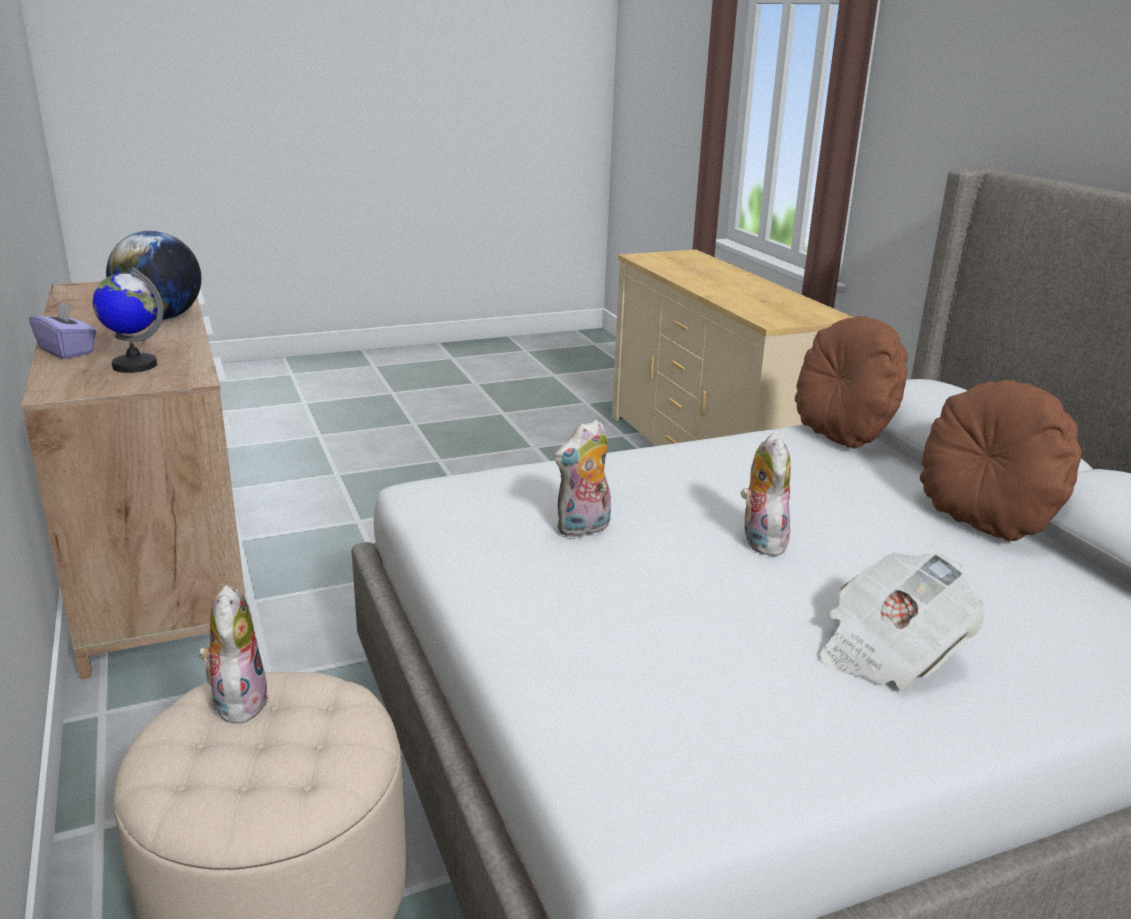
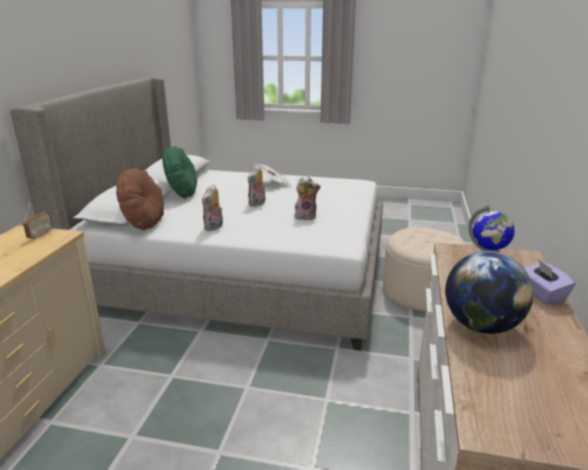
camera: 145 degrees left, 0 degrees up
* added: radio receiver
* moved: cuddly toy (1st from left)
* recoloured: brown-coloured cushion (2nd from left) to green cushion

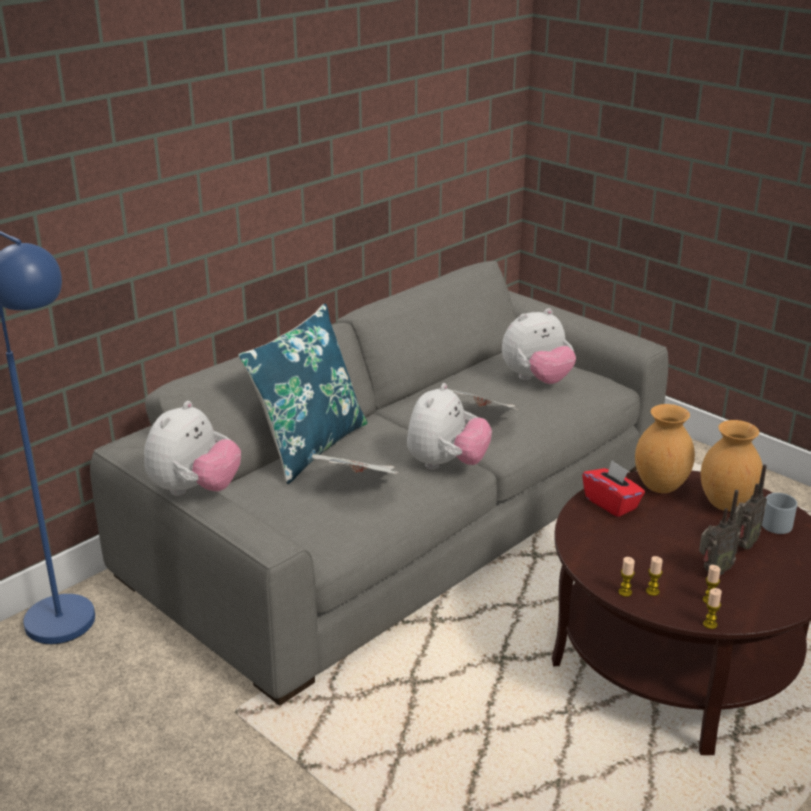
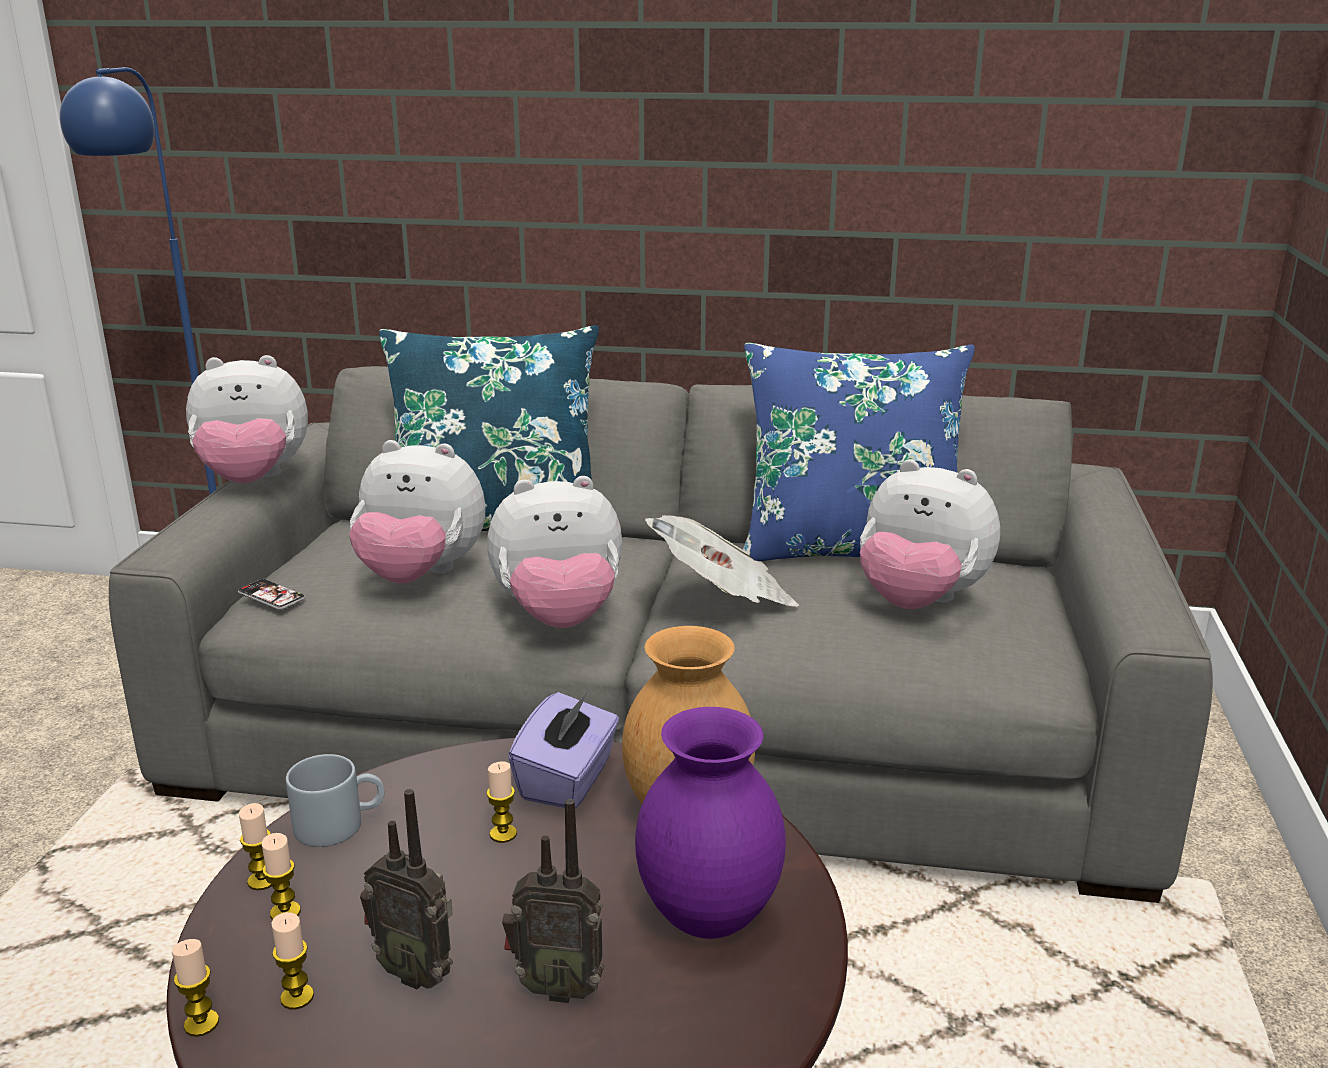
camera: 55 degrees right, 5 degrees down
* added: telephone
* added: wax candle (5th from left)
* added: blue-coloured cushion (2nd from left)
* moved: gray coffee mug
* replaced: daily paper (1st from left) to cuddly toy (2nd from left)
* recoloured: red tissue holder to purplish tissue holder
* recoloured: brown-coloured vase (2nd from left) to purplish vase

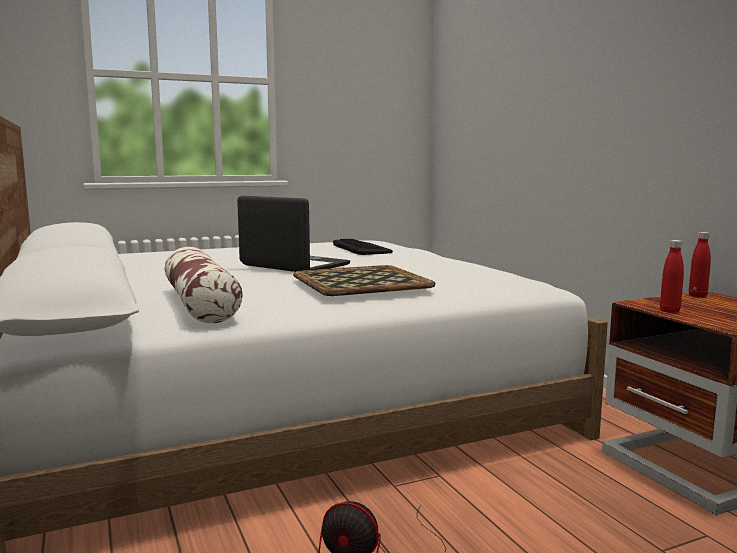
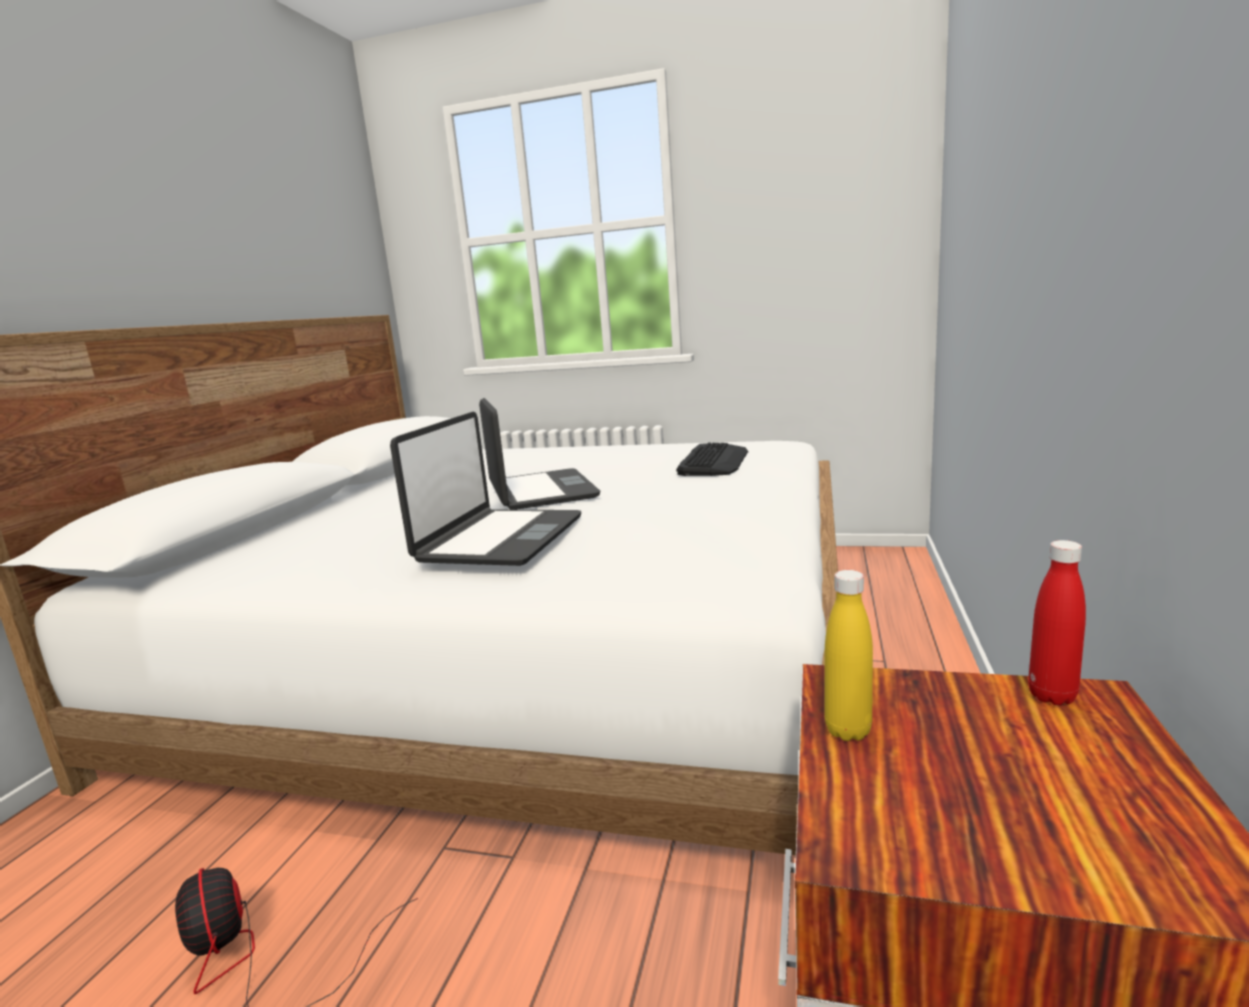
camera: 40 degrees right, 5 degrees up
* removed: cushion
* replaced: carrying tray to laptop (1st from left)
* recoloured: red bottle (1st from left) to yellow-coloured bottle

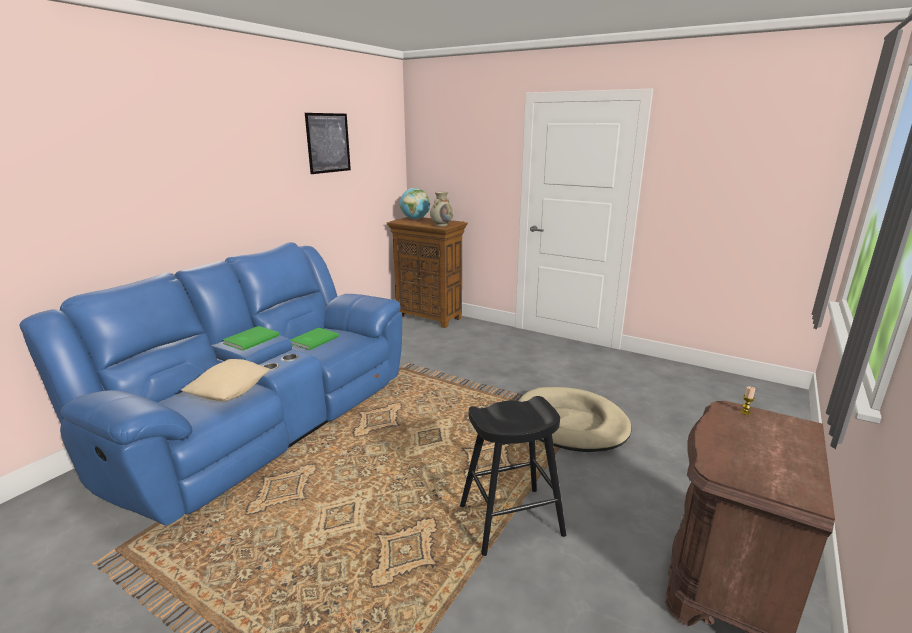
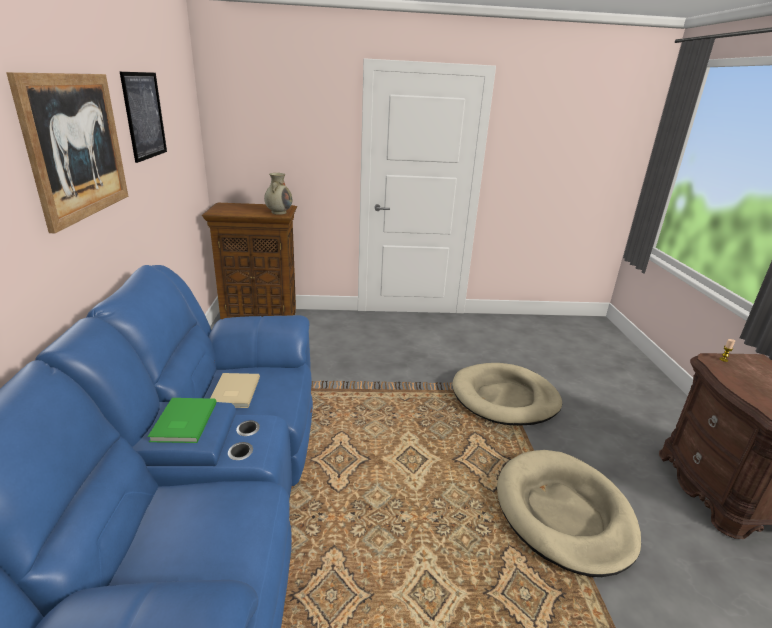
camera: 35 degrees left, 5 degrees up
* removed: beige cushion
* removed: desk globe
* added: picture (1st from left)
* replaced: blackish stool to beige dog bed (2nd from left)
* recoloured: green bound book (2nd from left) to beige bound book

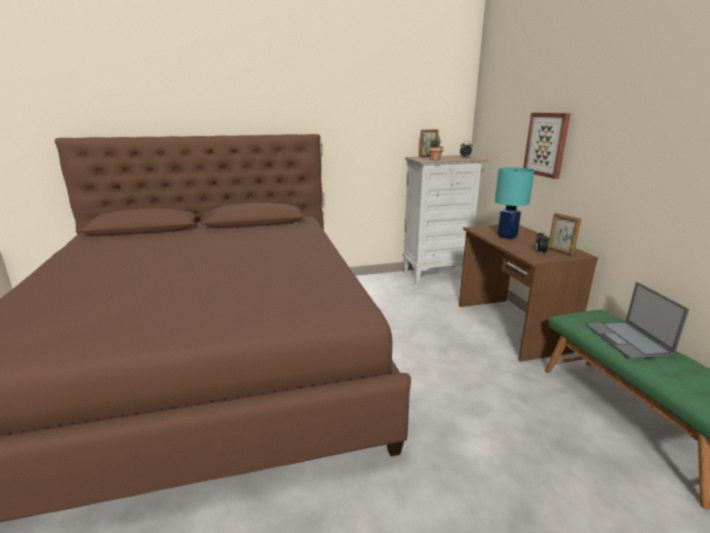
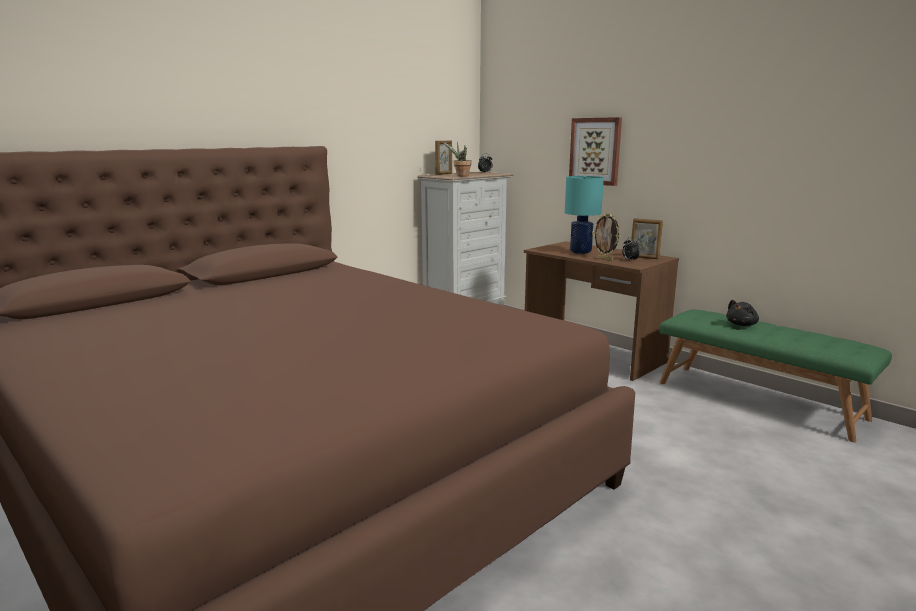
camera: 30 degrees left, 5 degrees down
* added: standing frame (2nd from left)
* replaced: laptop to blackish cuddly toy

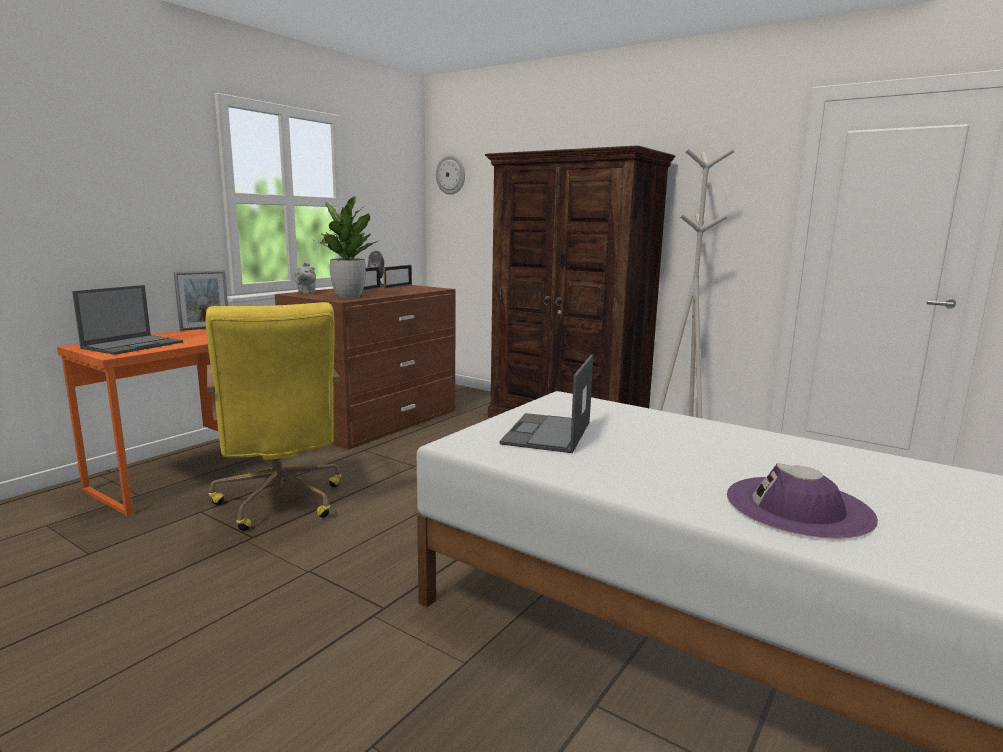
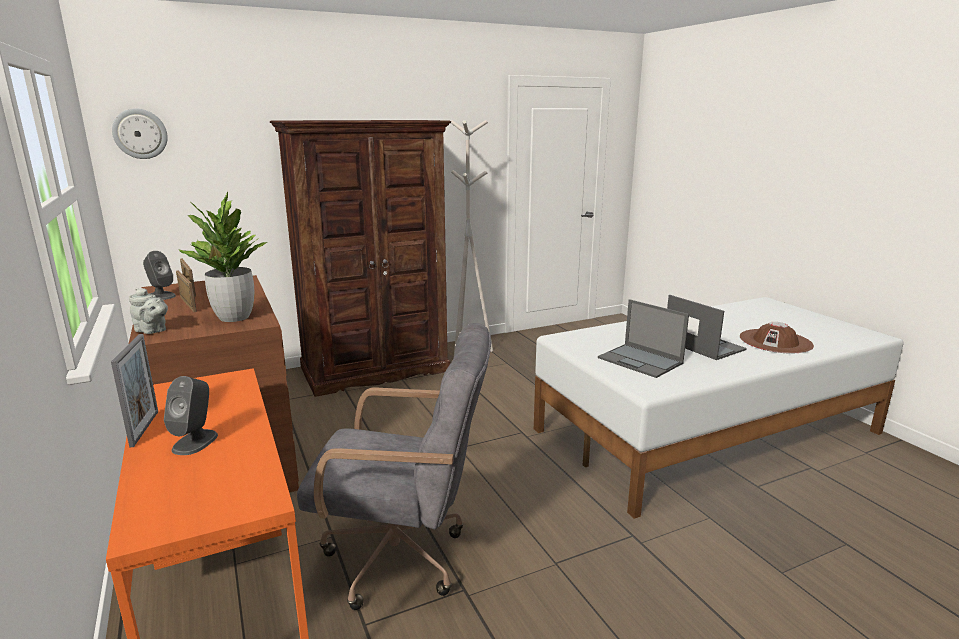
camera: 60 degrees left, 5 degrees up
* added: gray loudspeaker (2nd from left)
* moved: laptop (1st from left in the first image) to laptop (2nd from left)
* recoloured: yellow-coloured office chair to gray office chair
* recoloured: purplish wearable hat to brown-coloured wearable hat

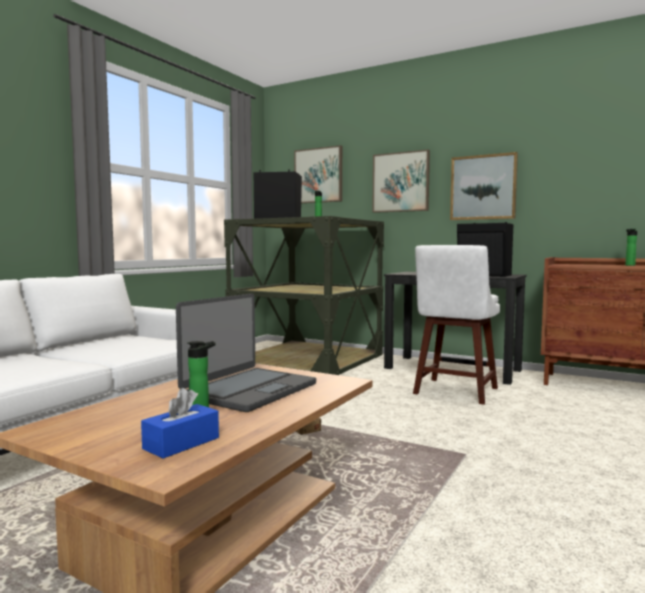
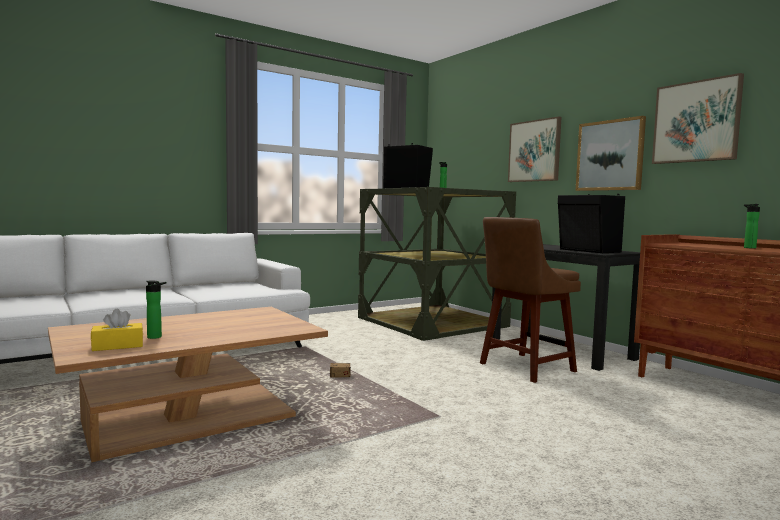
camera: 25 degrees right, 0 degrees up
* removed: laptop
* moved: picture (1st from left in the first image) to picture (3rd from left)
* recoloured: blue-coloured tissue holder to yellow-coloured tissue holder
* recoloured: white-coloured chair to brown-coloured chair

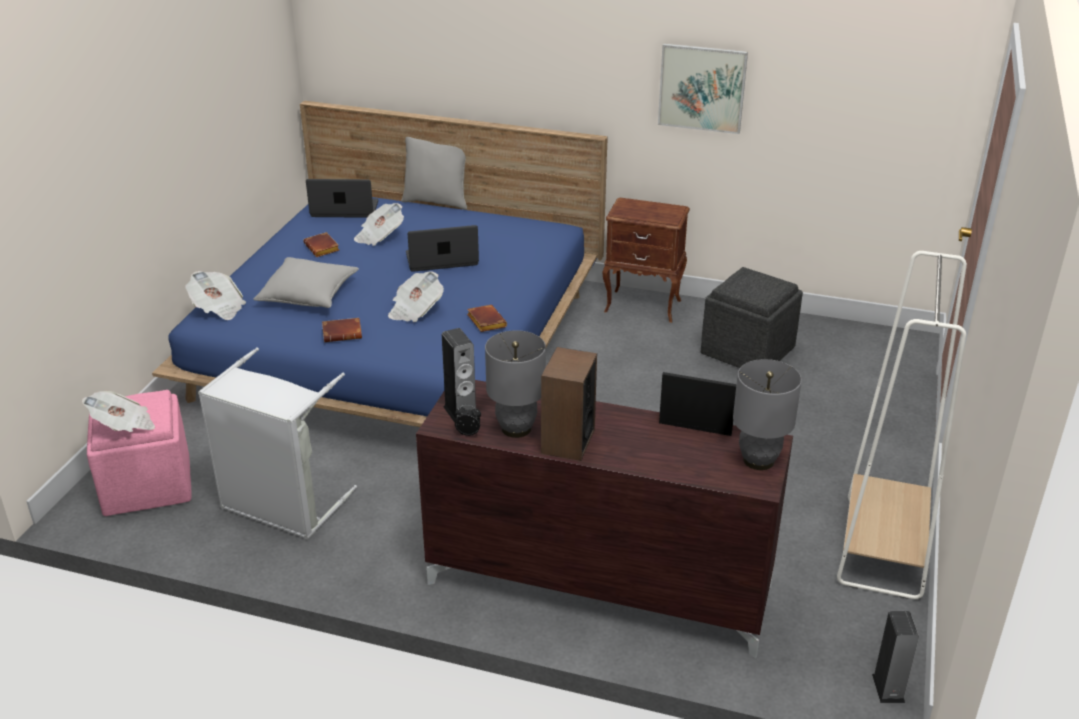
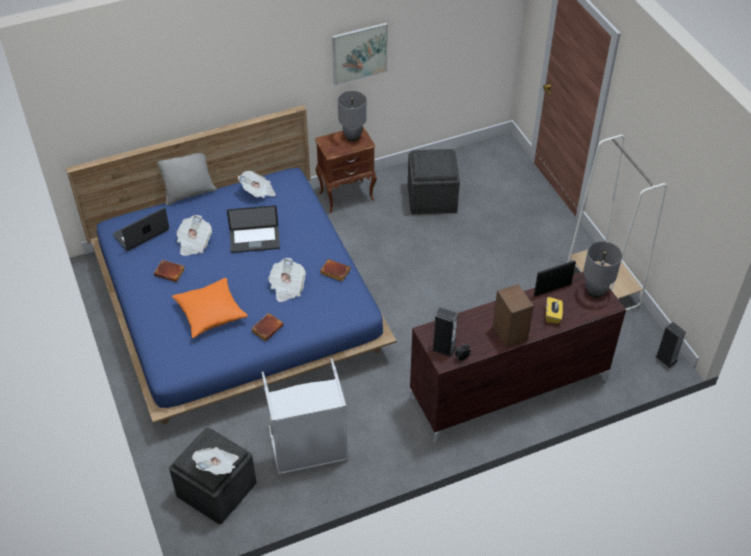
camera: 40 degrees left, 15 degrees up
* added: yellow-coloured tissue holder
* moved: daily paper (2nd from left in the first image) to daily paper (3rd from left)
* moved: gray lamp for a table (1st from left)
* recoloured: pink-coloured footrest to gray footrest (1st from left)
* recoloured: gray cushion (1st from left) to orange cushion
* turned: laptop (2nd from left) 135 degrees counterclockwise

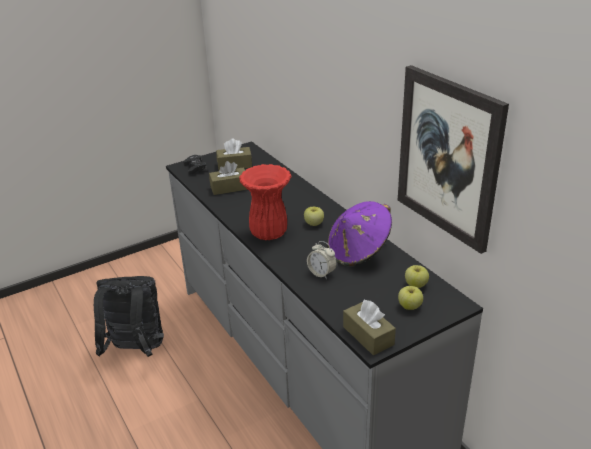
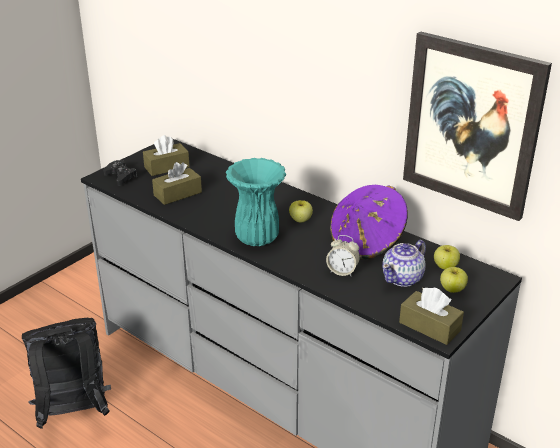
camera: 20 degrees left, 0 degrees up
* added: teapot
* recoloured: red vase to turquoise vase

